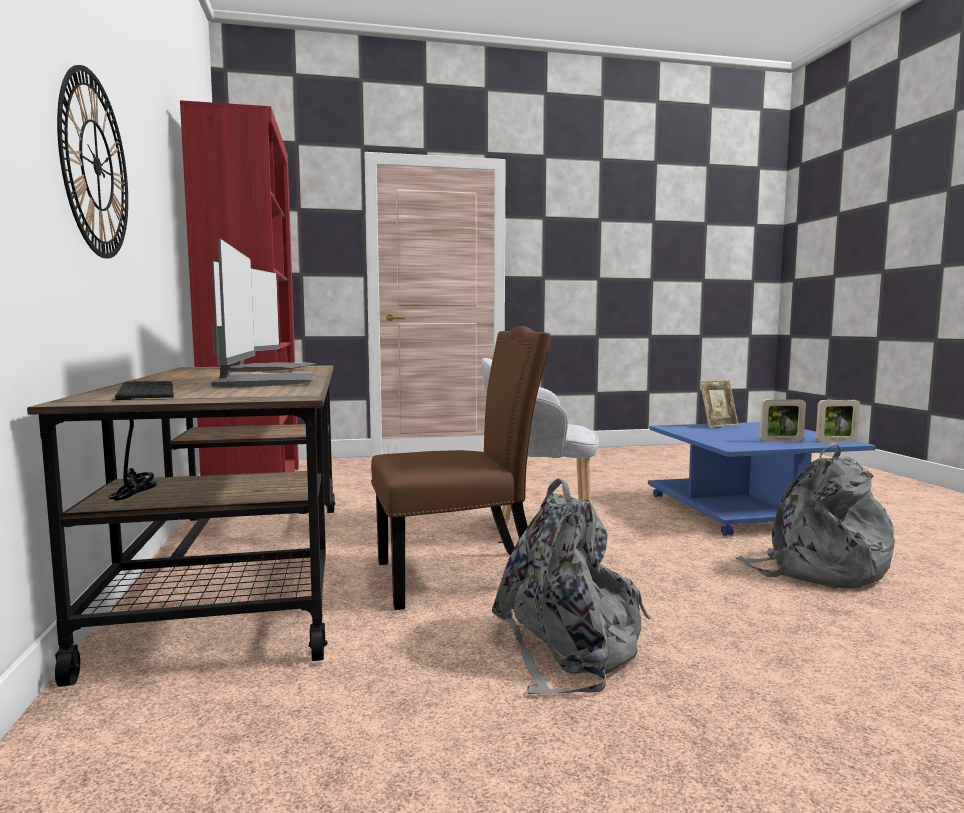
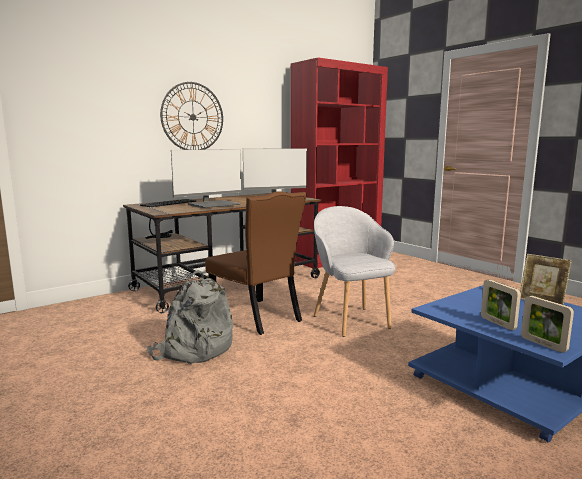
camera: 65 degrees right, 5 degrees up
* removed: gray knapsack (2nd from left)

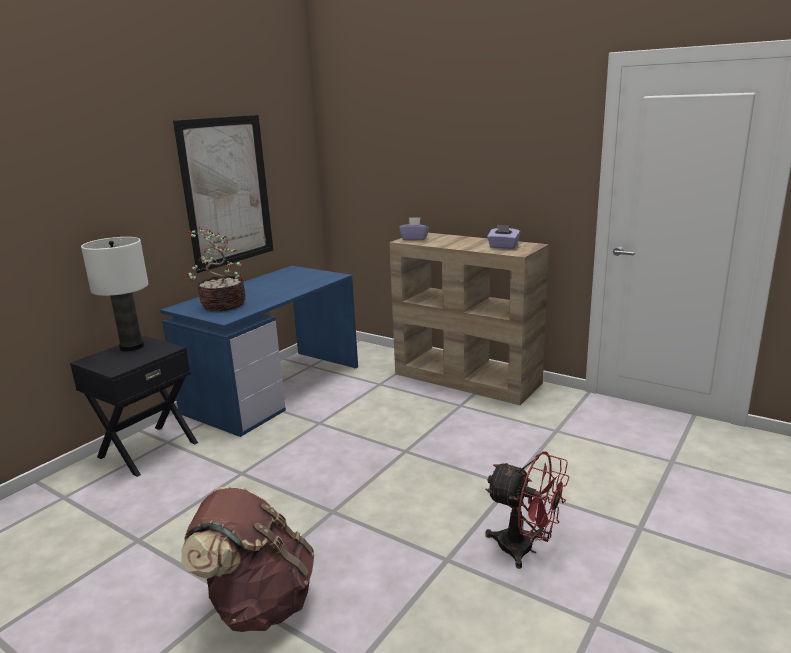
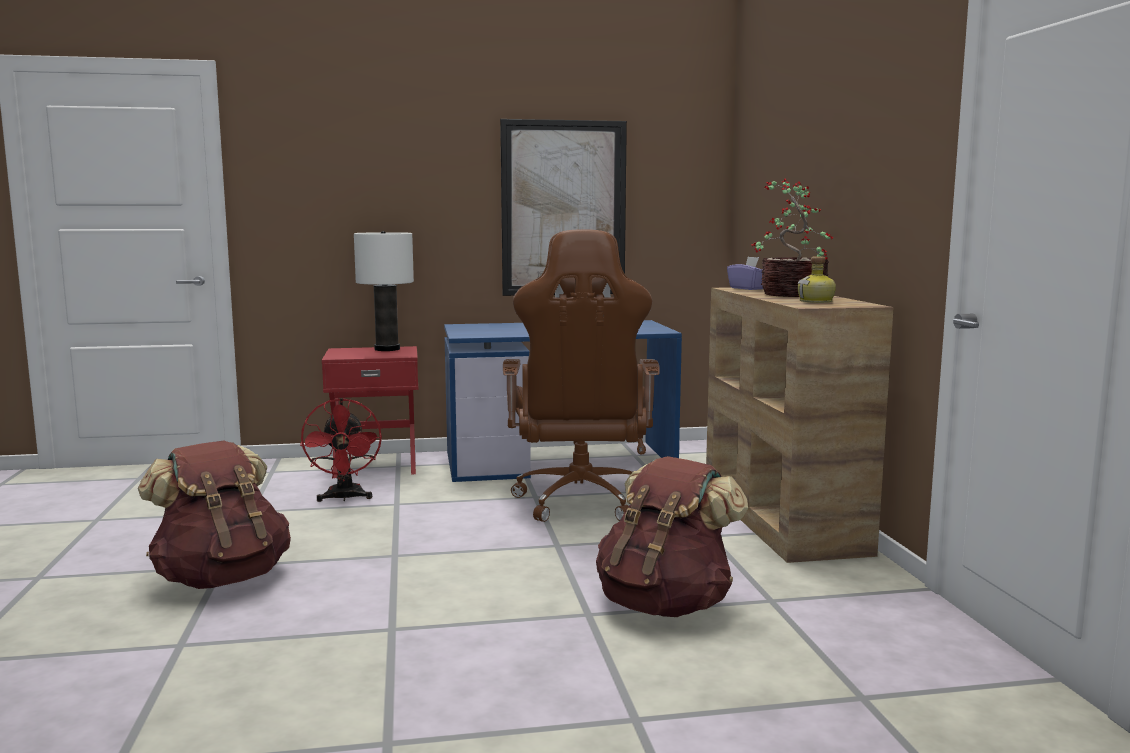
camera: 45 degrees right, 10 degrees down
* added: brown-coloured office chair
* added: brown-coloured knapsack (2nd from left)
* moved: houseplant
* moved: red electric fan
* replaced: purplish tissue holder (2nd from left) to bottle
* recoloured: blackish night table to red night table

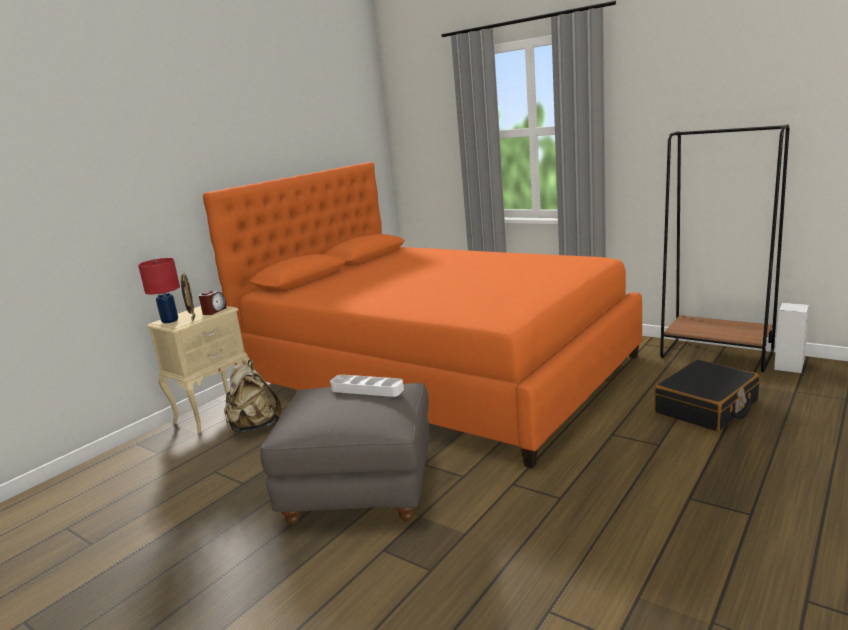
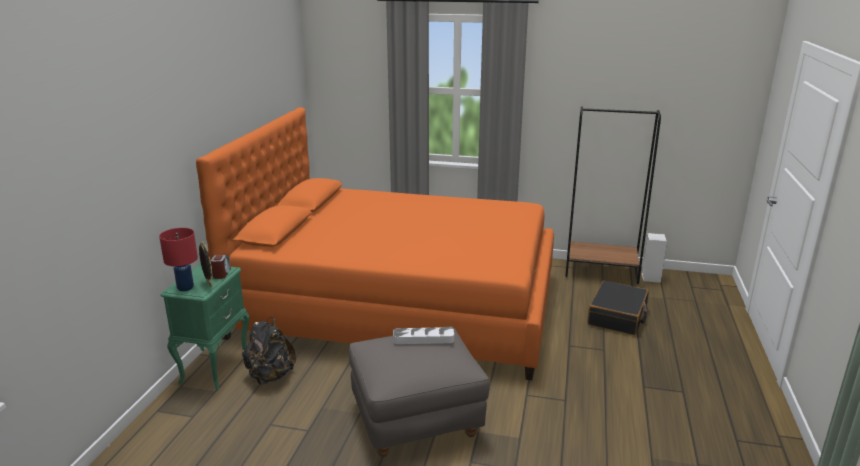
camera: 25 degrees left, 5 degrees up
* recoloured: beige night table to green night table
* recoloured: beige knapsack to blackish knapsack

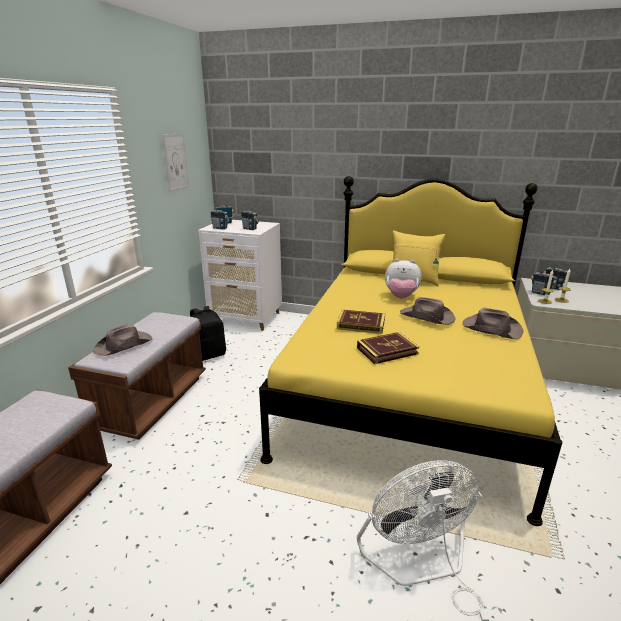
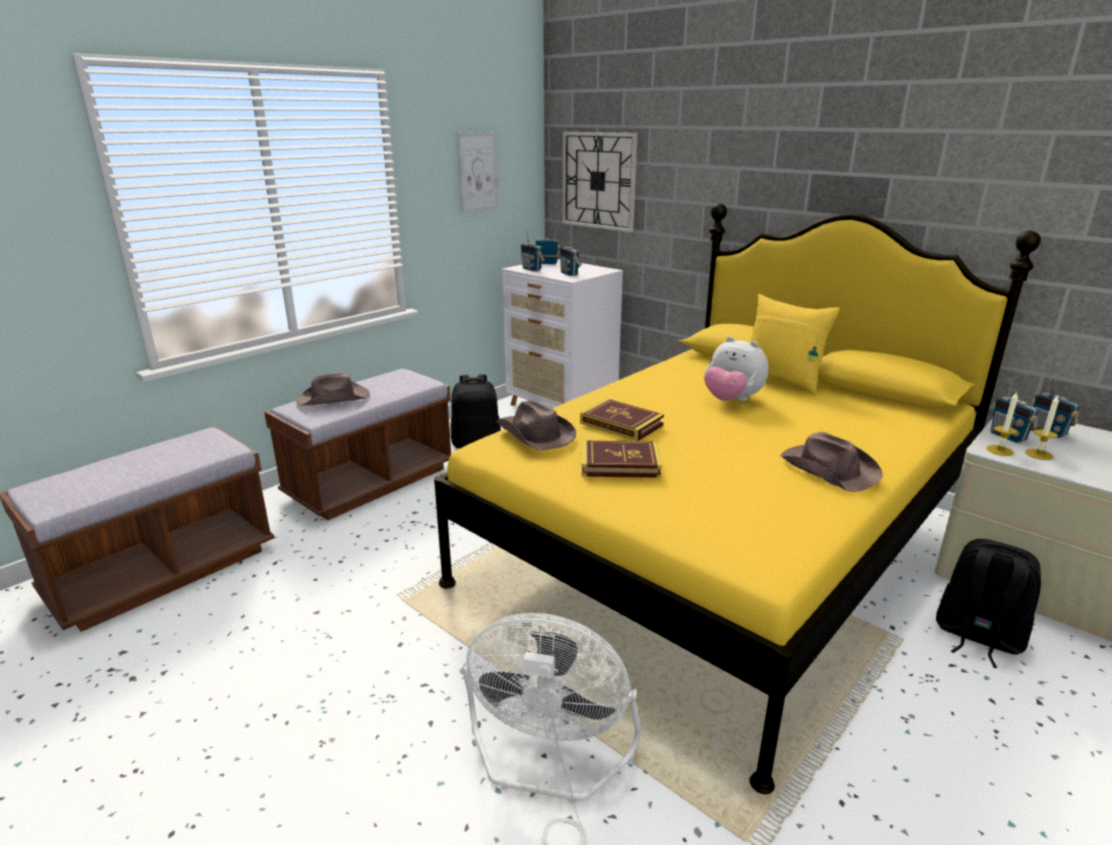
camera: 25 degrees right, 0 degrees up
* added: hanging clock
* added: blackish knapsack (2nd from left)
* moved: brown-coloured wearable hat (2nd from left)

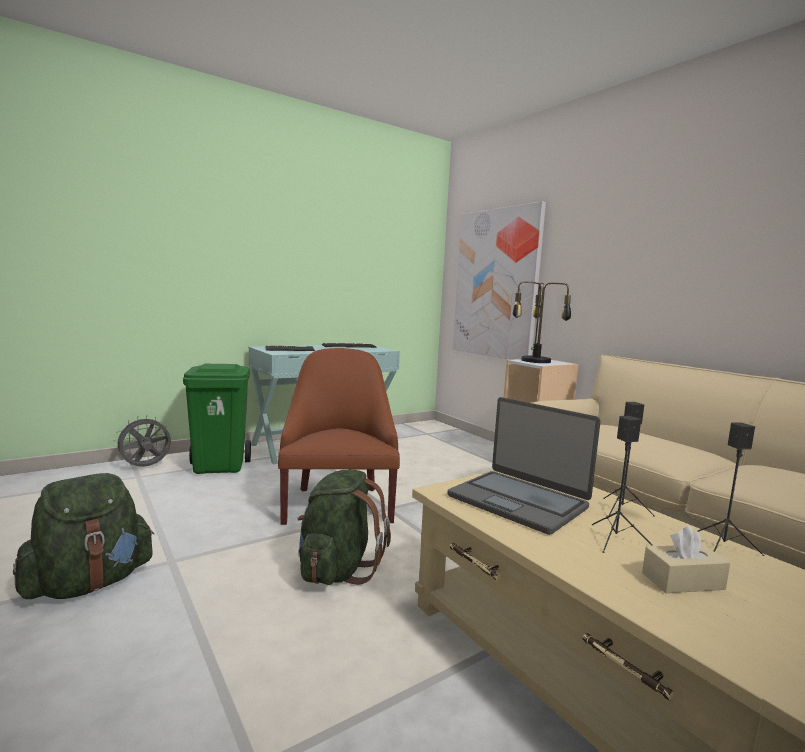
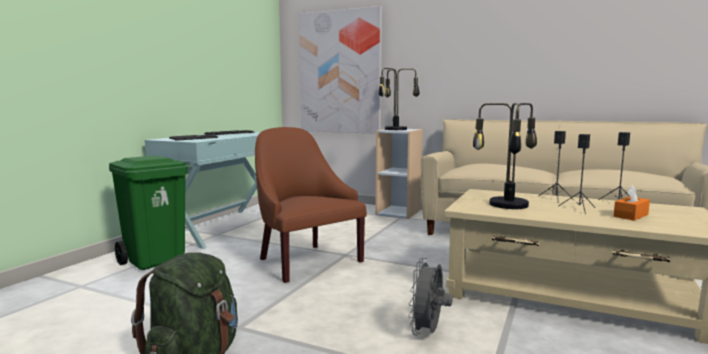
camera: 30 degrees left, 0 degrees up
* removed: green knapsack (2nd from left)
* moved: gray electric fan
* replaced: laptop to lamp for a table (2nd from left)
* recoloured: beige tissue holder to orange tissue holder

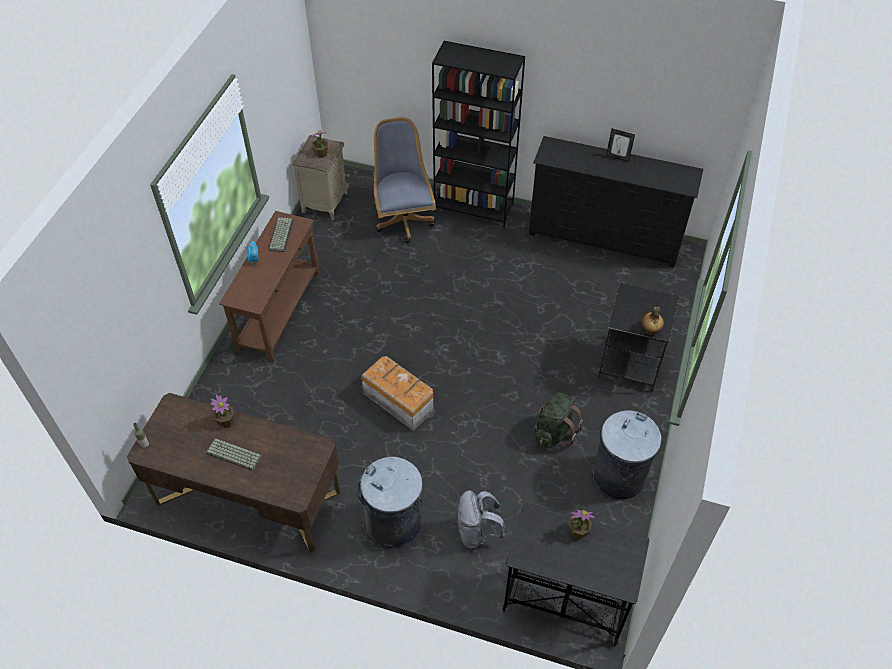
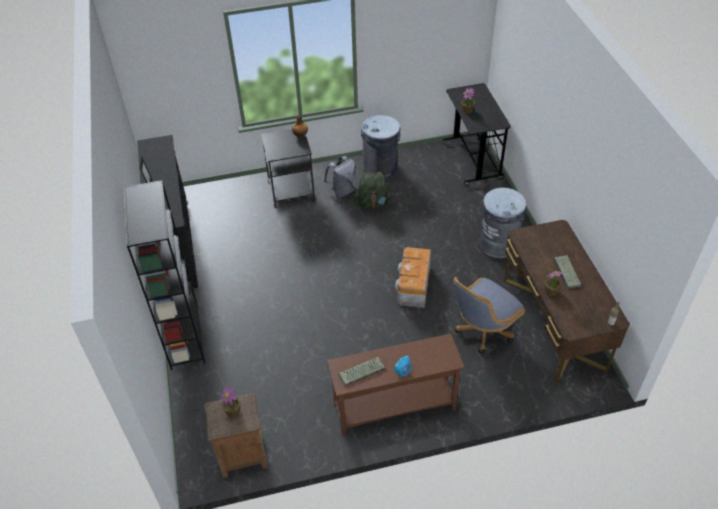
camera: 120 degrees left, 5 degrees down
* moved: blue-coloured office chair
* moved: gray knapsack

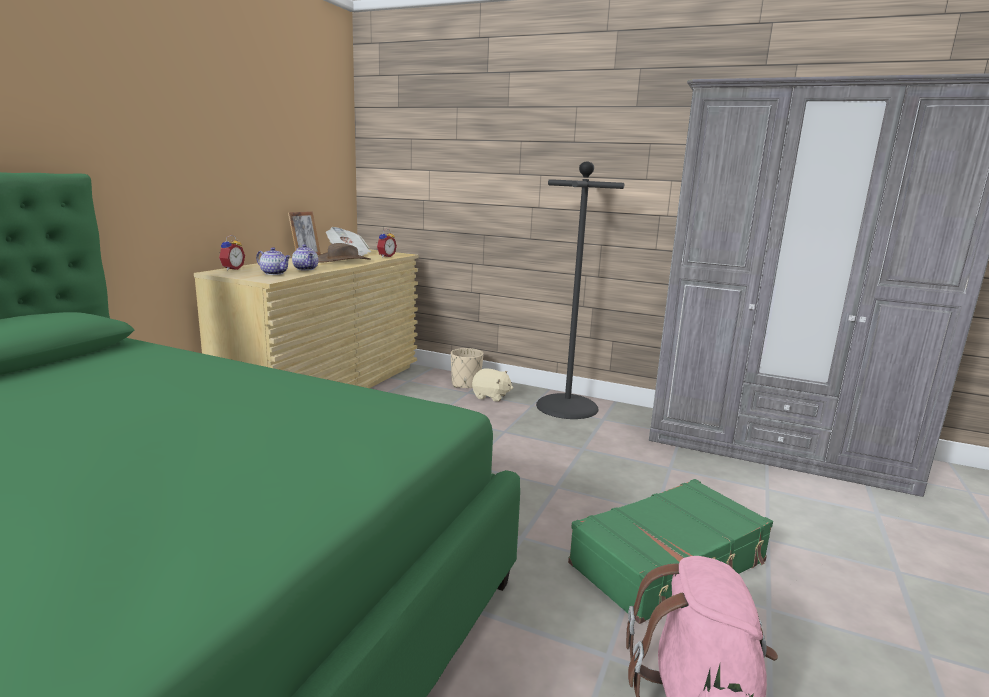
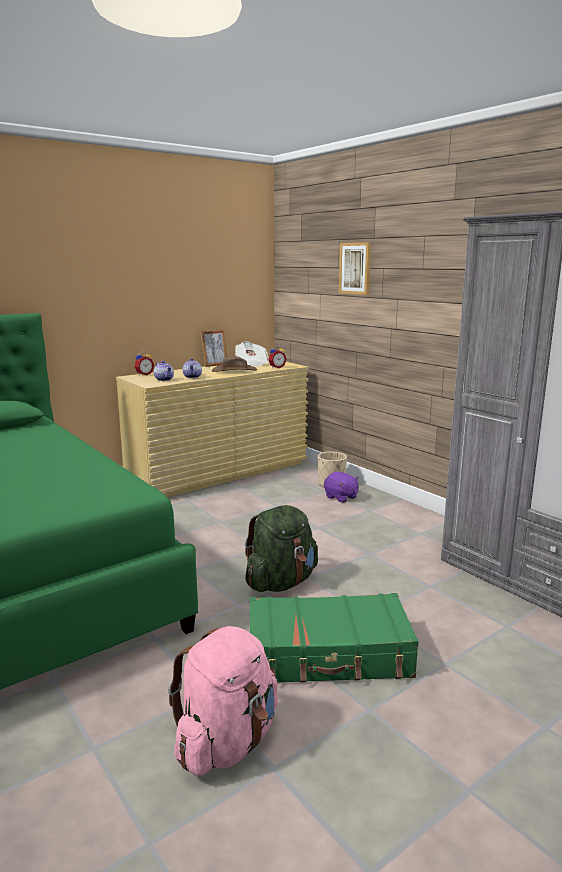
camera: 30 degrees right, 0 degrees up
* removed: blackish garment rack
* added: green knapsack
* added: picture
* recoloured: beige cuddly toy to purplish cuddly toy

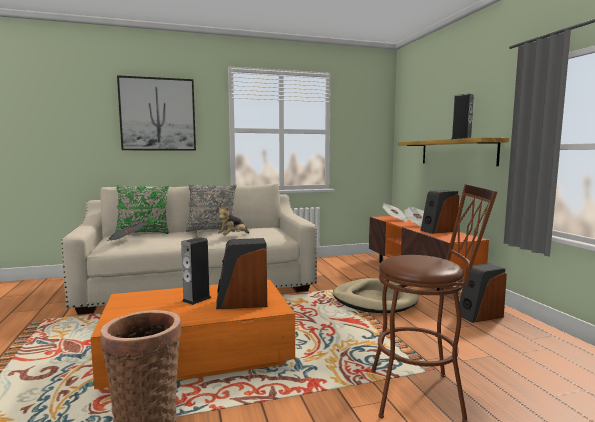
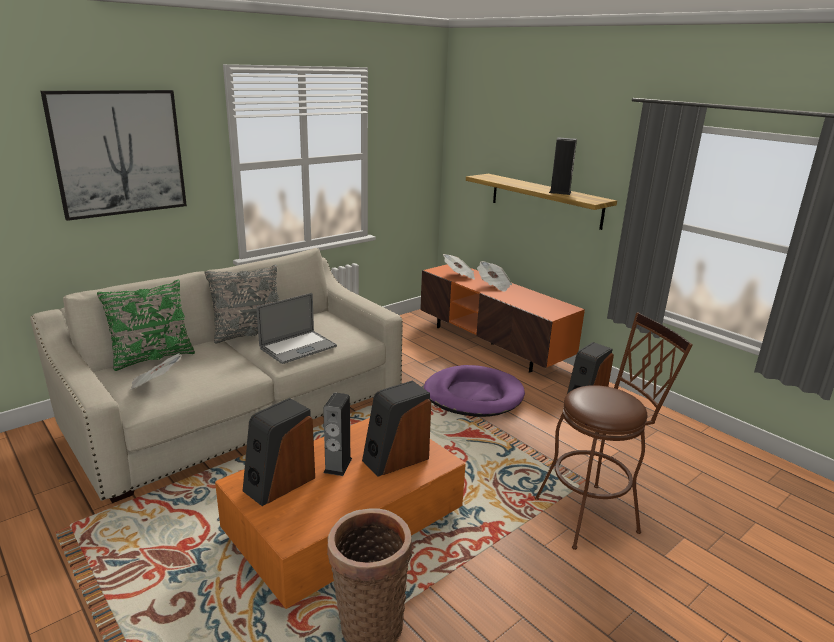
camera: 25 degrees left, 15 degrees up
* moved: loudspeaker (3rd from left in the first image) to loudspeaker (1st from left)
* replaced: cuddly toy to laptop
* recoloured: beige dog bed to purplish dog bed

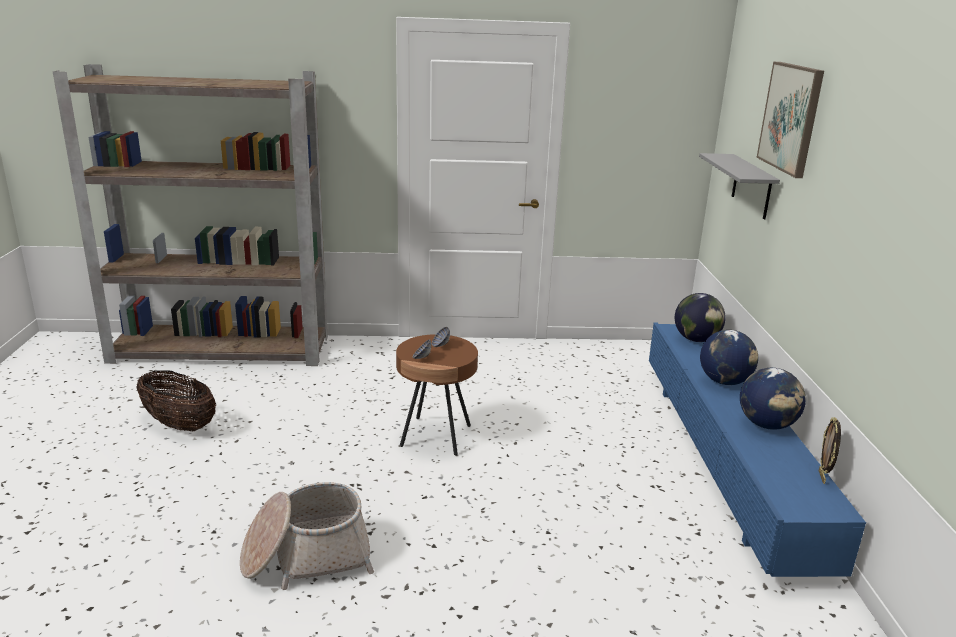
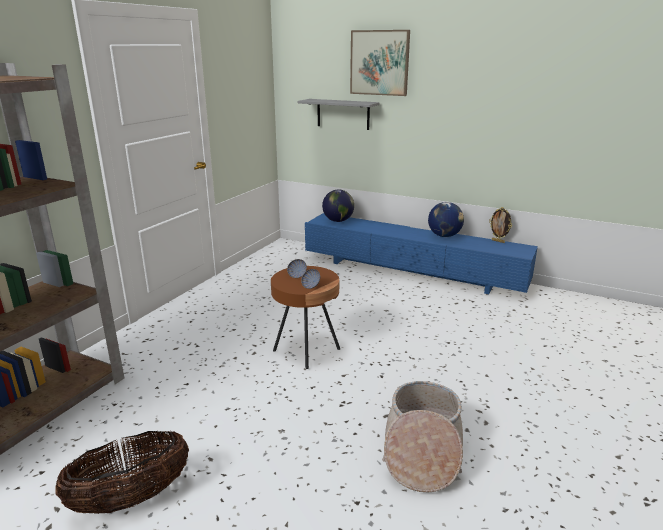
camera: 60 degrees left, 0 degrees up
* removed: desk globe (2nd from left)

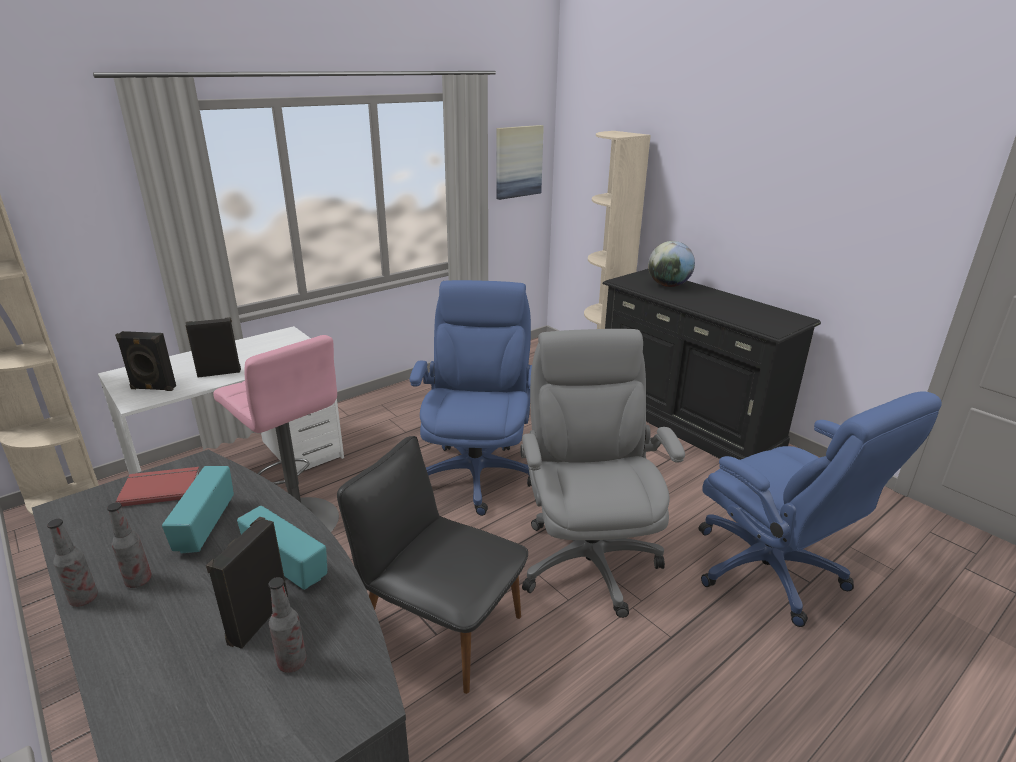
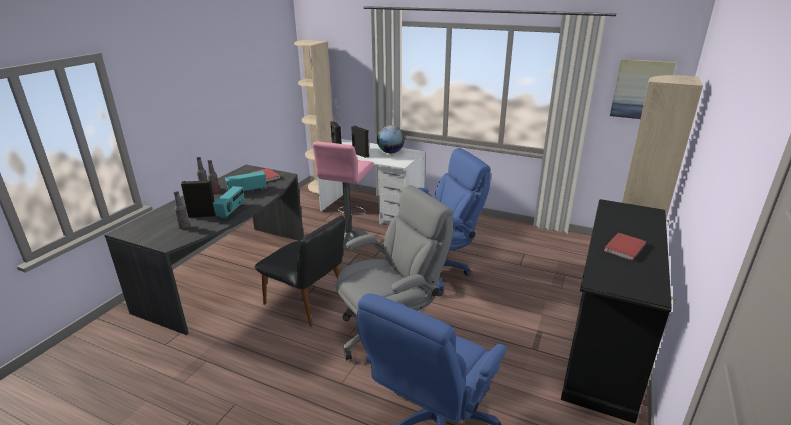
camera: 65 degrees right, 0 degrees up
* added: red bound book (2nd from left)
* moved: desk globe
* turned: blackish chair 120 degrees clockwise

